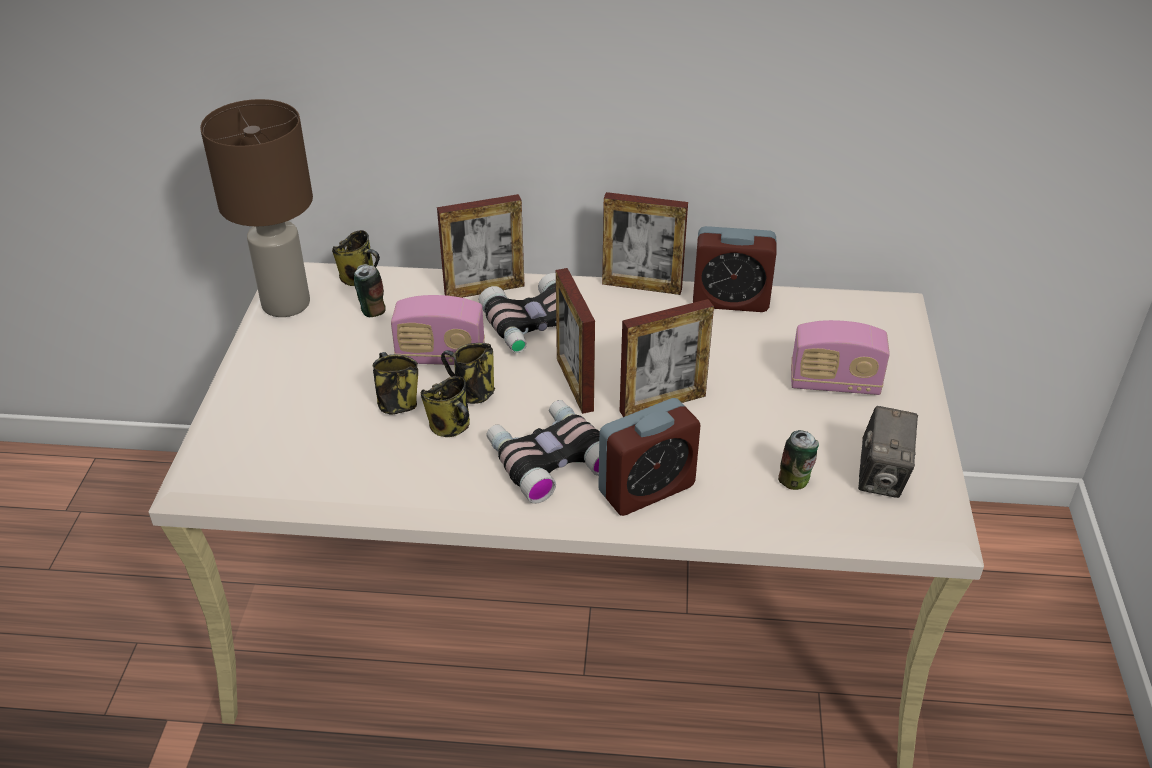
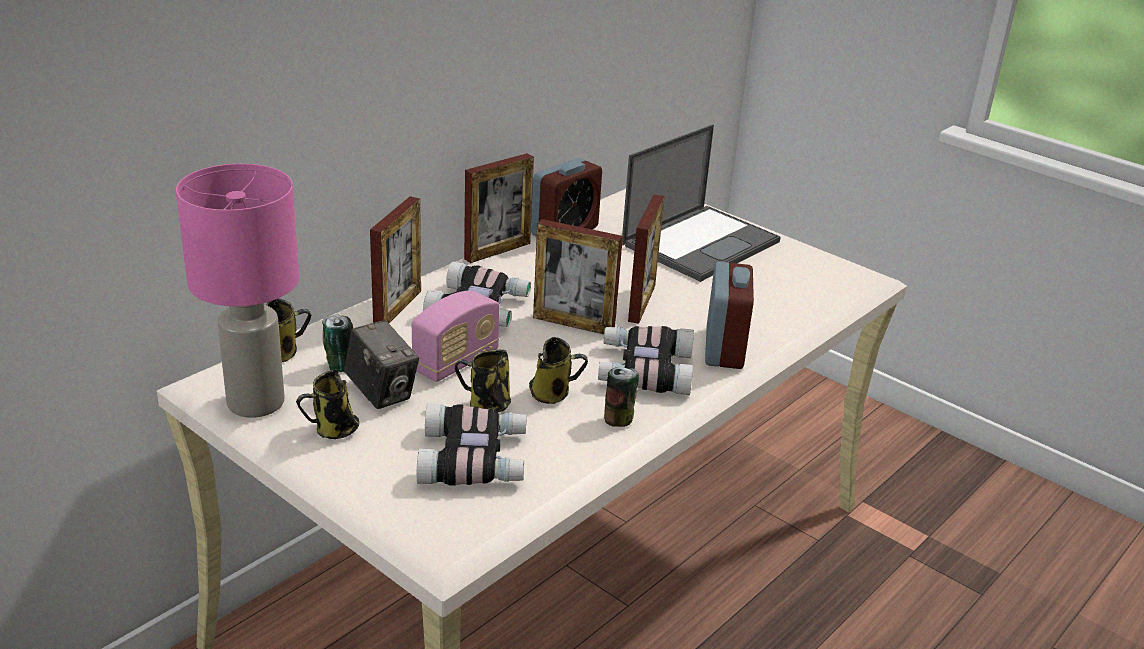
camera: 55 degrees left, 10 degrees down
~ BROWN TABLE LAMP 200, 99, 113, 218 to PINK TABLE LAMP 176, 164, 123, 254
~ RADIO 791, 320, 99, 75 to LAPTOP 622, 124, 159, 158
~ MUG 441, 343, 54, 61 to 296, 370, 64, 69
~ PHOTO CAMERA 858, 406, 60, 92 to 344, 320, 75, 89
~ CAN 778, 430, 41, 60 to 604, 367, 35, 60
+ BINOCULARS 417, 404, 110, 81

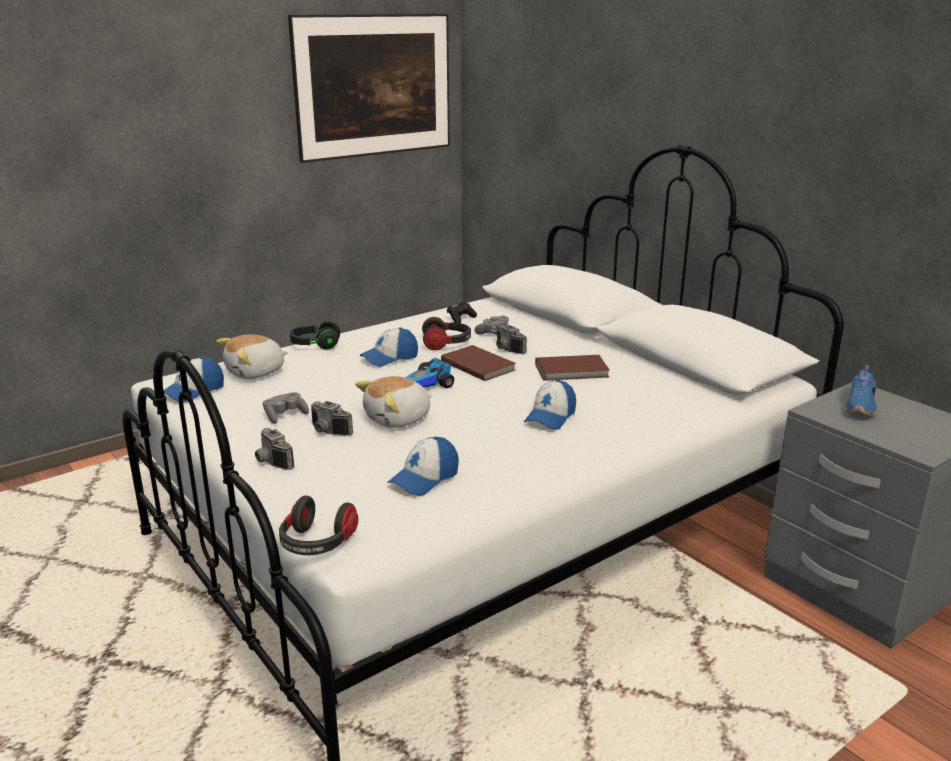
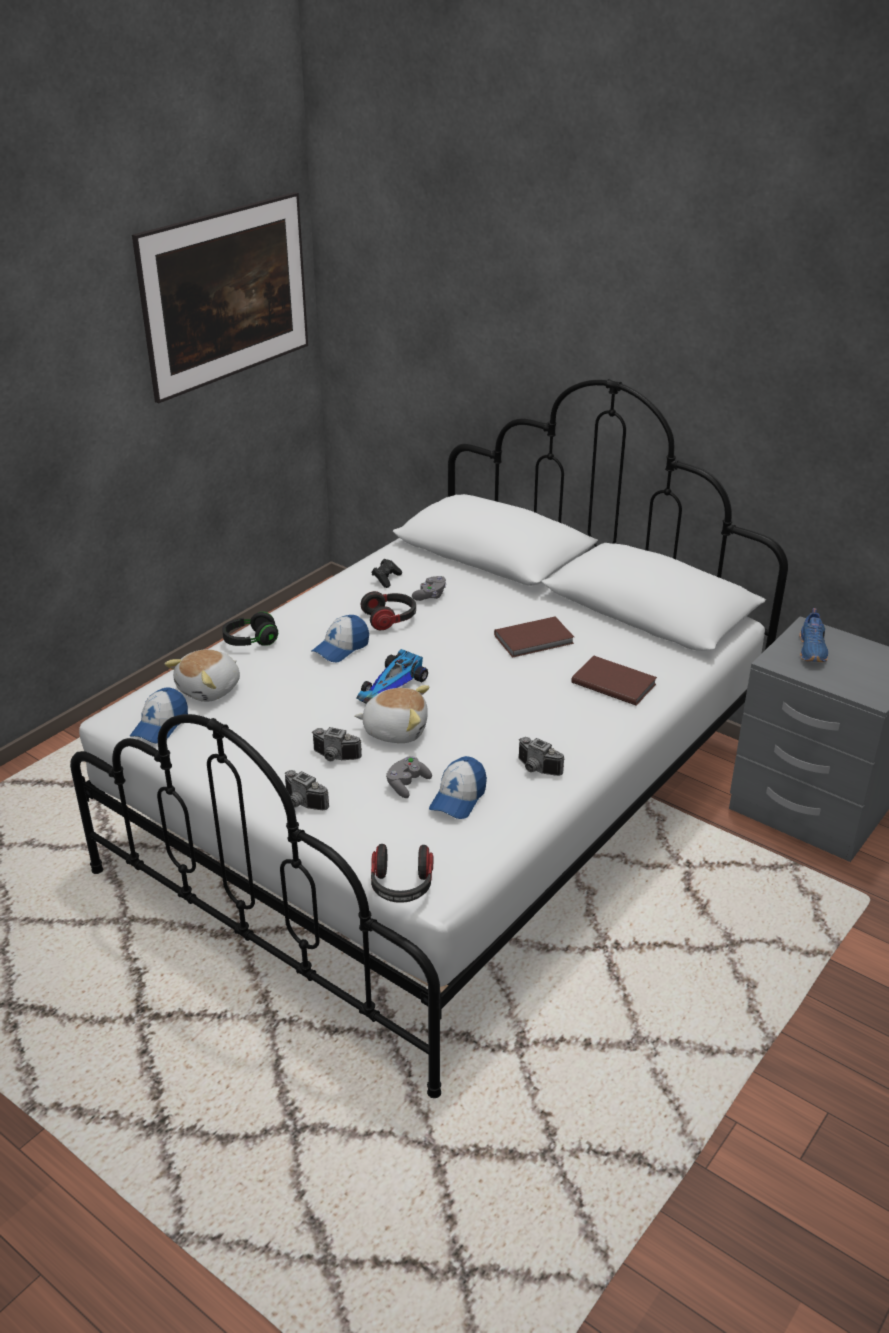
camera: 15 degrees left, 10 degrees up
~ PHOTO CAMERA 496, 325, 31, 29 to 519, 737, 45, 39
~ BROWN BOOK 441, 345, 75, 36 to 571, 656, 86, 50
~ PLUSH TOY 355, 376, 77, 52 = 354, 685, 75, 58 120 degrees counterclockwise
- CAP 524, 380, 52, 50
~ GREY GAME CONTROLLER 263, 392, 46, 32 to 386, 756, 46, 42

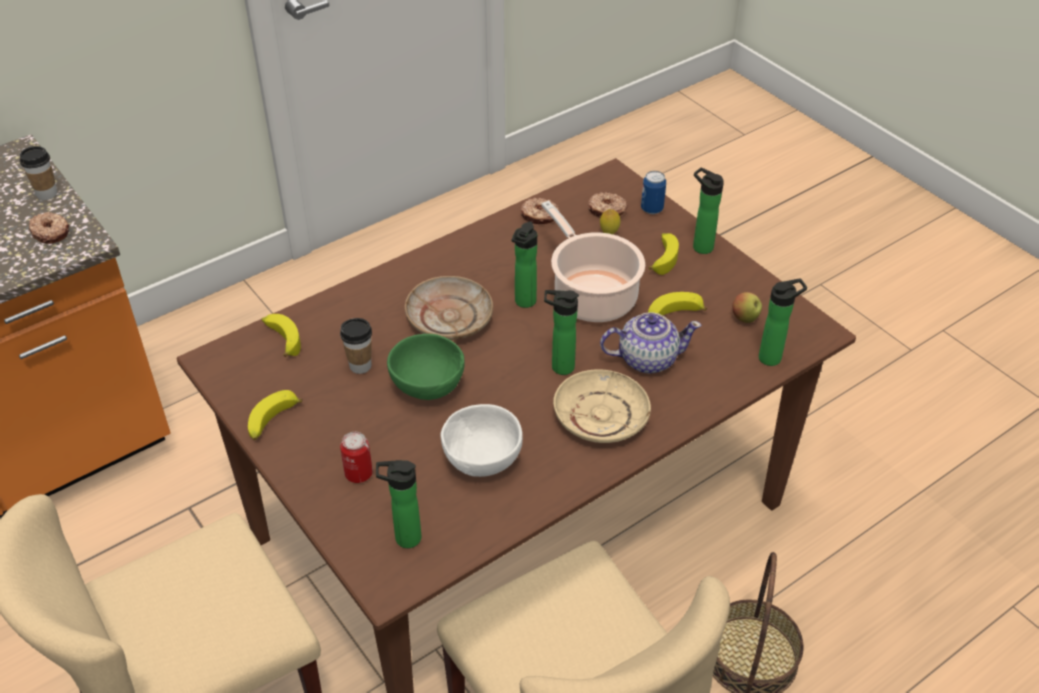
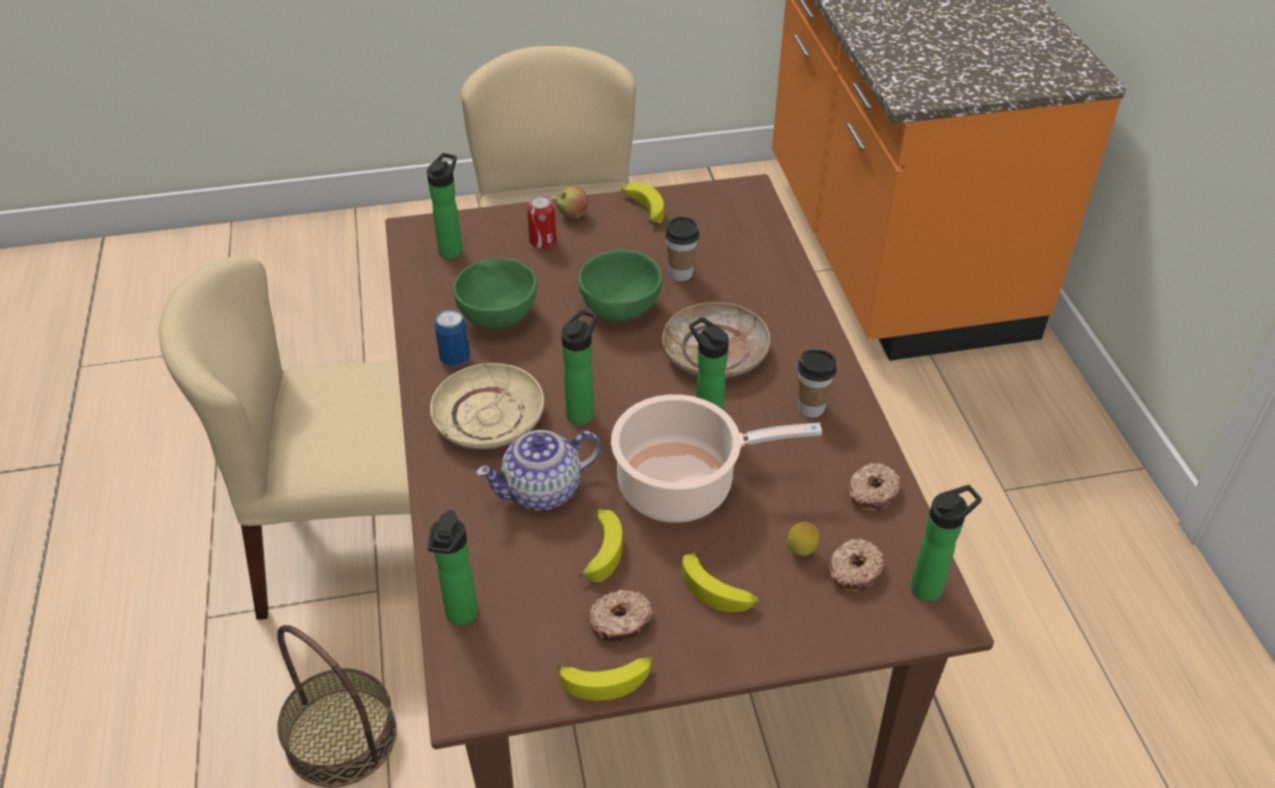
camera: 115 degrees right, 0 degrees up
~ CUP 20, 146, 37, 54 to 798, 349, 39, 69
~ BOTTLE 693, 167, 31, 87 to 911, 485, 71, 116
~ CAN 641, 171, 25, 43 to 435, 309, 35, 57
~ DONUT 29, 212, 40, 32 to 588, 590, 65, 52
~ APPLE 732, 292, 30, 31 to 556, 187, 32, 32
~ TEAPOT 600, 312, 101, 62 = 476, 430, 125, 81 45 degrees clockwise
~ BANANA 262, 314, 39, 43 to 556, 657, 96, 44
~ WHITE BOWL 441, 404, 82, 73 to GREEN BOWL 453, 258, 84, 71

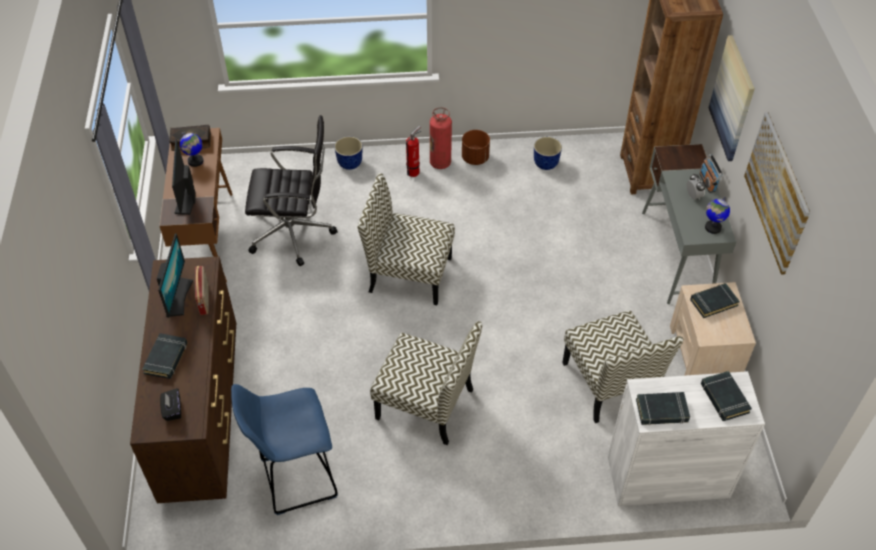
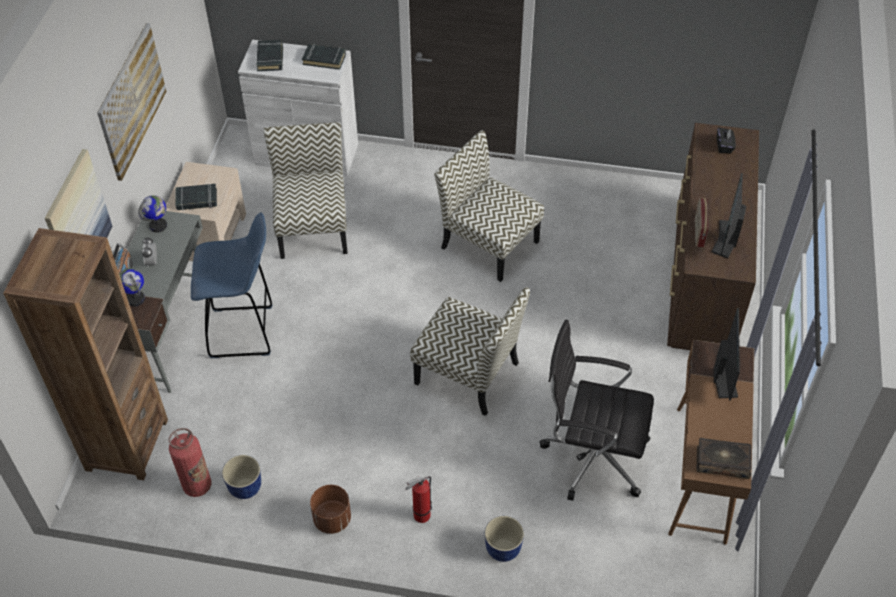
camera: 165 degrees left, 0 degrees up
~ FIRE EXTINGUISHER 430, 107, 22, 62 to 169, 428, 43, 69
~ GLOBE 180, 132, 23, 35 to 119, 268, 26, 38
- BLACK BOOK 142, 333, 45, 46
~ BLUE STOOL 231, 384, 107, 131 to 191, 212, 81, 146

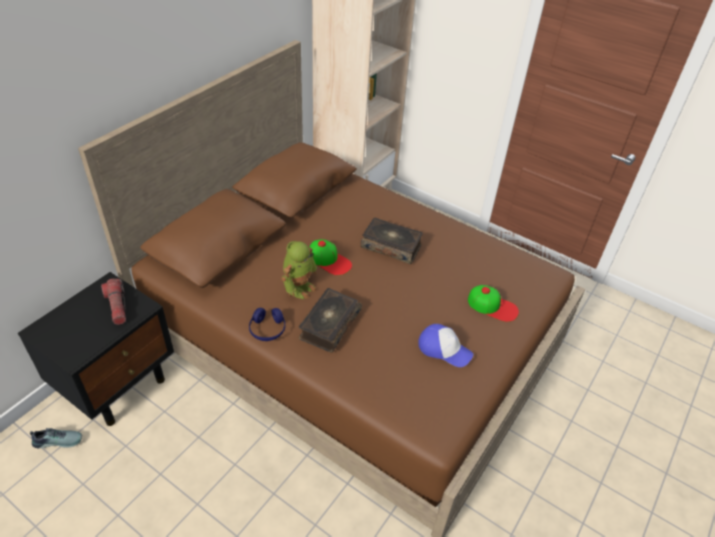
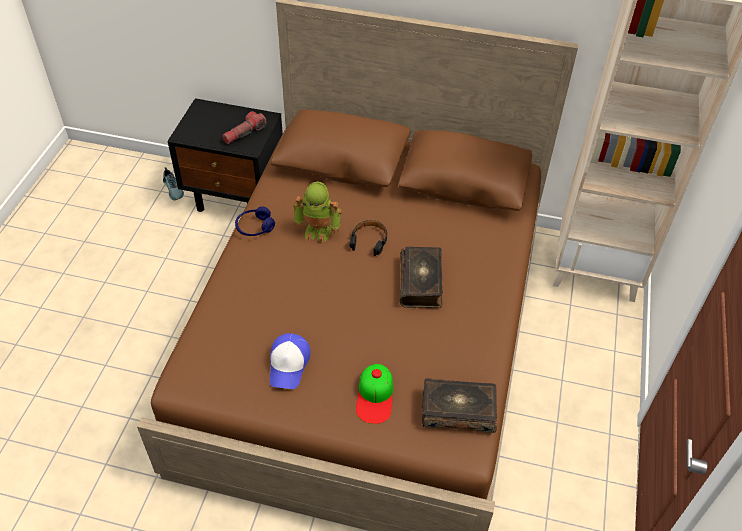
camera: 70 degrees right, 5 degrees up
~ CAP 310, 239, 42, 36 to BLACK HEADPHONES 350, 220, 37, 36
~ BOOK 298, 288, 64, 65 to 422, 378, 75, 55

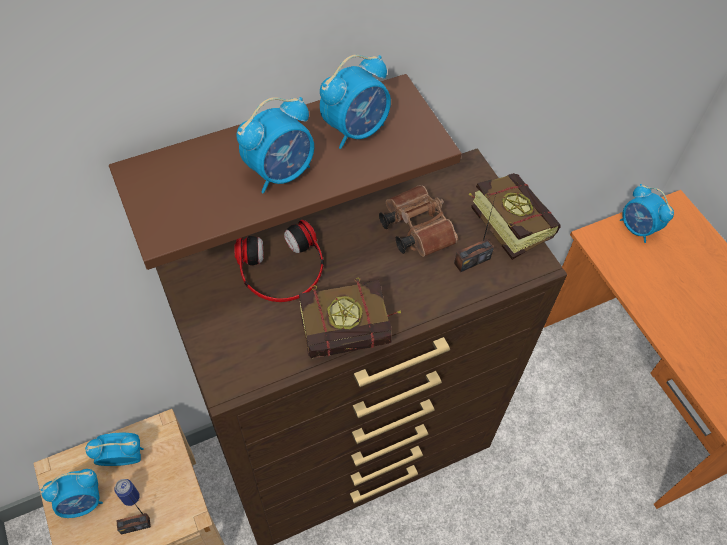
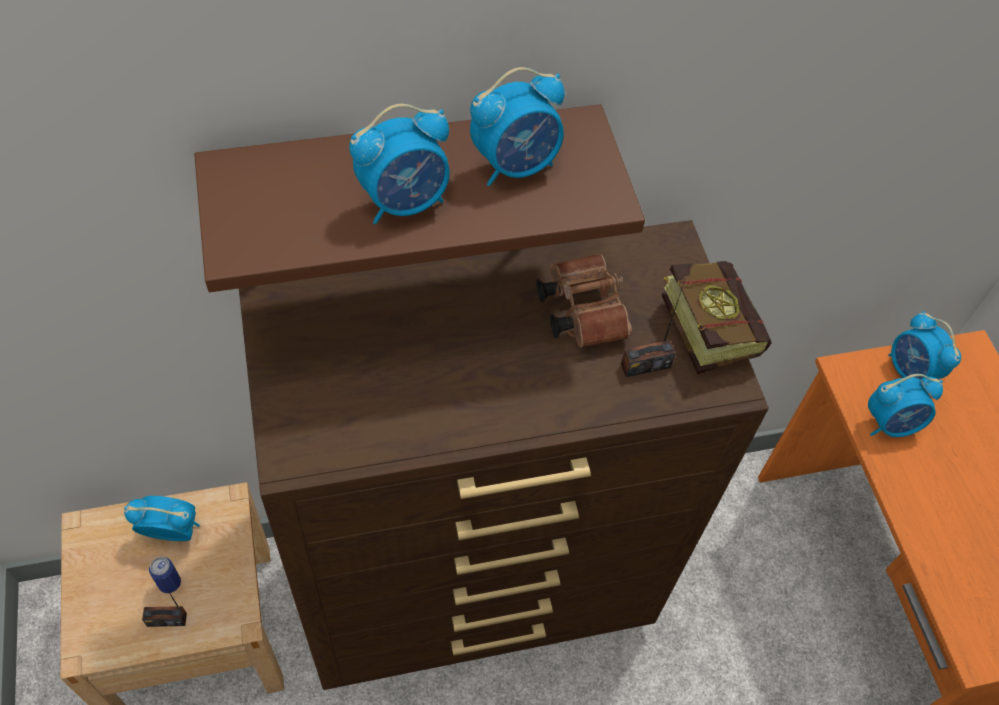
camera: 10 degrees right, 0 degrees up
- HEADPHONES 234, 220, 90, 82
- BOOK 299, 278, 102, 81
~ ALARM CLOCK 41, 469, 62, 49 to 868, 374, 75, 63

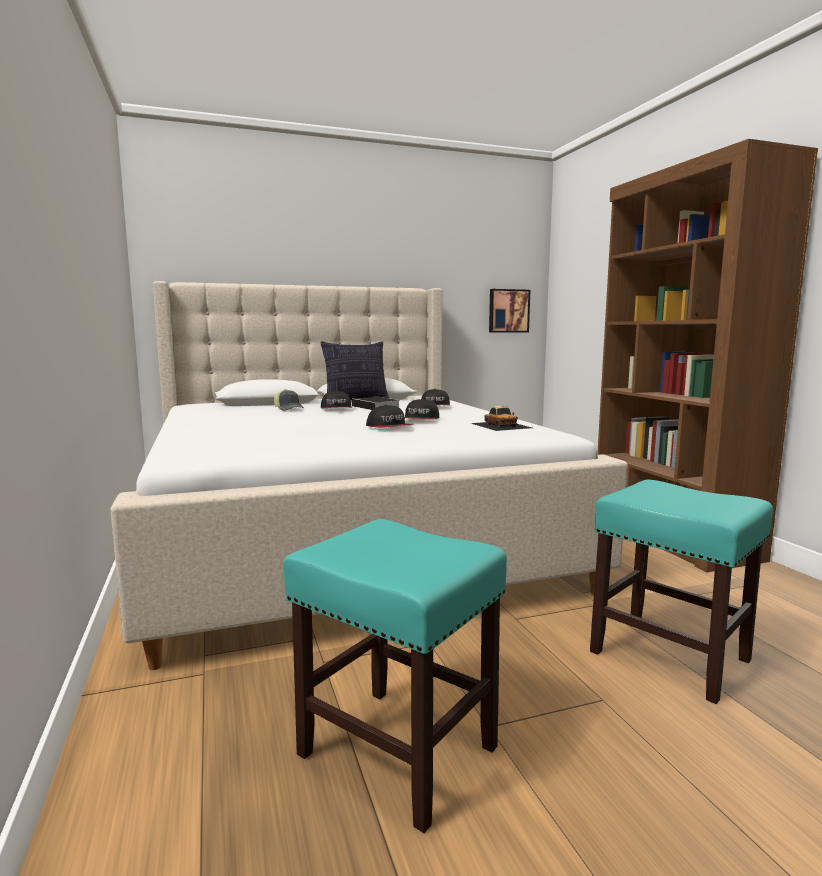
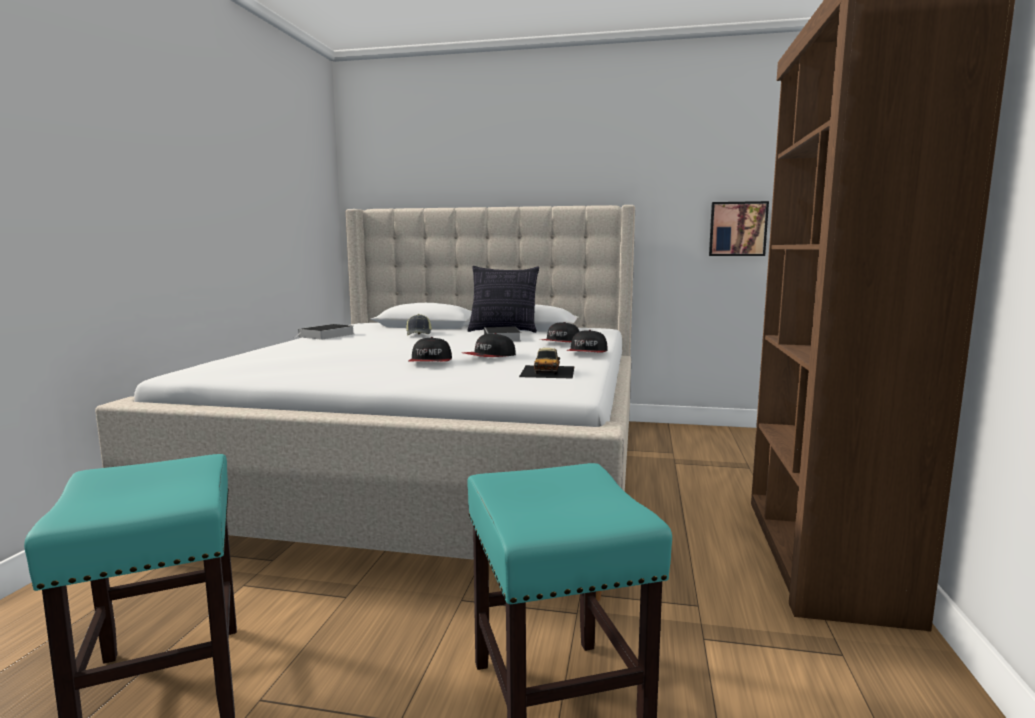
camera: 30 degrees right, 0 degrees up
~ CAP 321, 391, 32, 18 to 566, 330, 42, 23
+ BOOK 296, 324, 57, 16

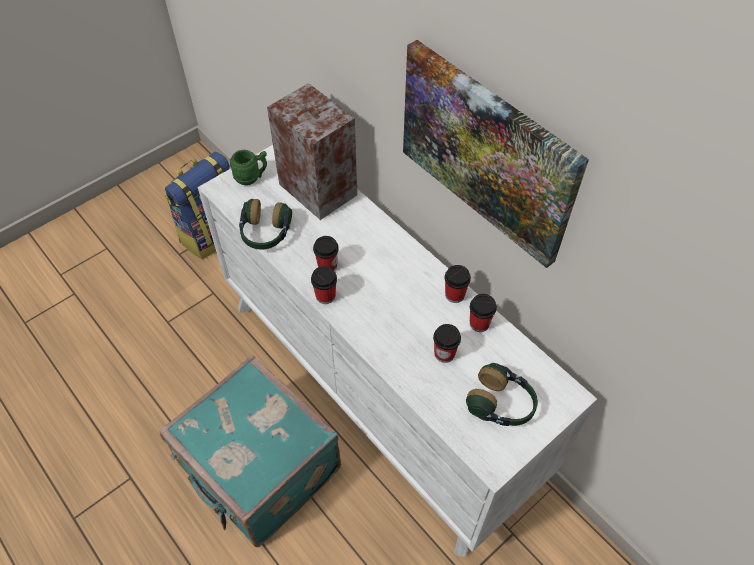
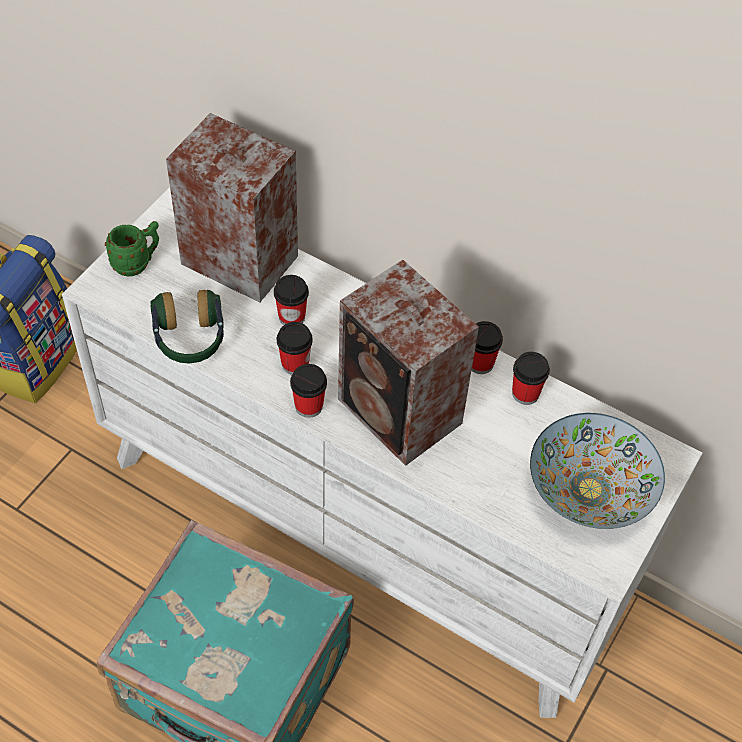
camera: 20 degrees left, 0 degrees up
- PICTURE 403, 40, 186, 228
~ CUP 433, 324, 28, 39 to 274, 275, 35, 50
~ HEADPHONES 466, 363, 72, 63 to BOWL 530, 413, 135, 116
+ SPEAKER 338, 260, 141, 206

